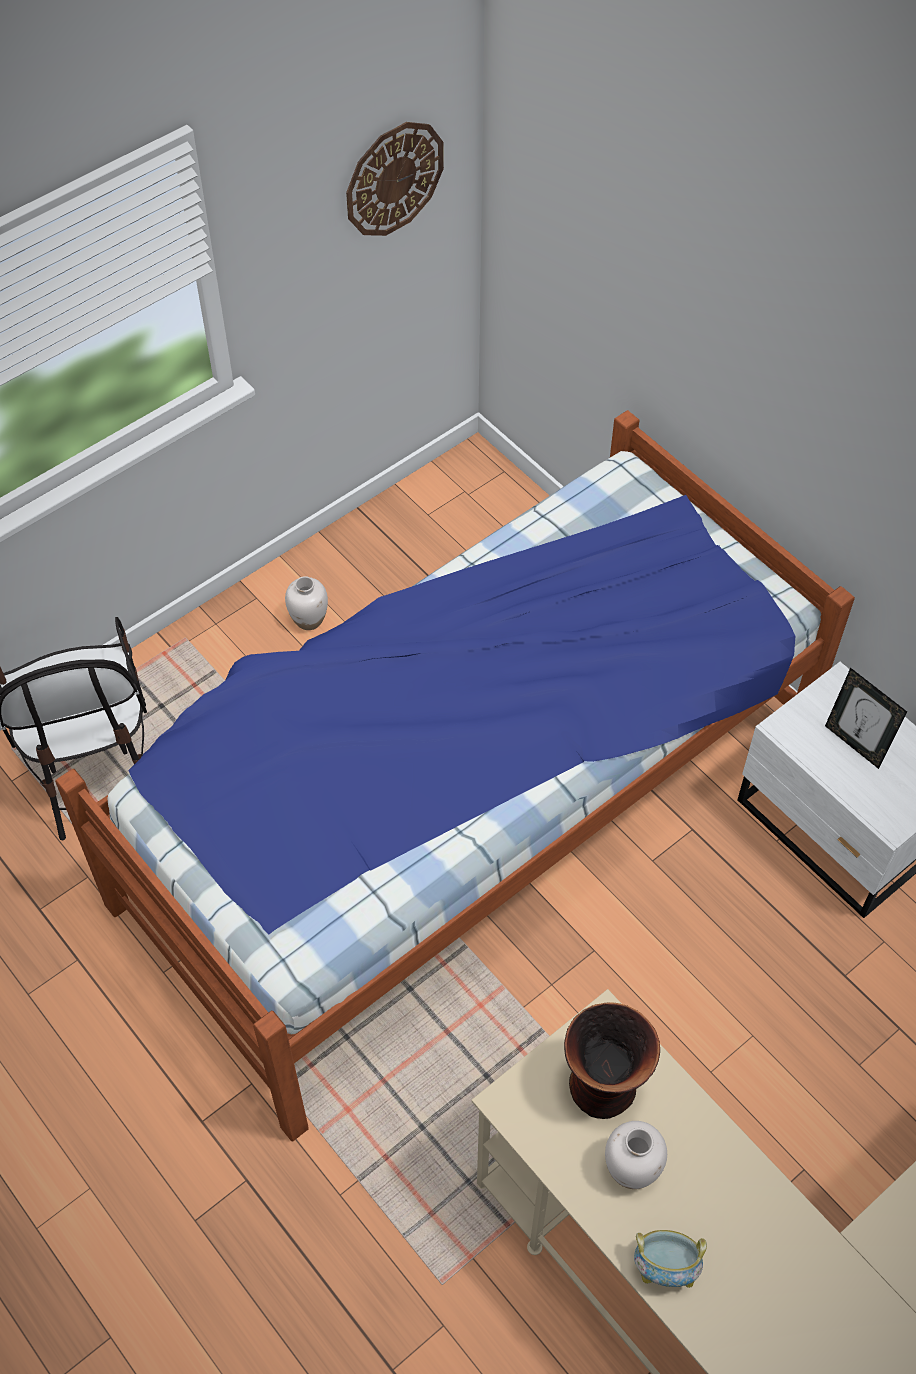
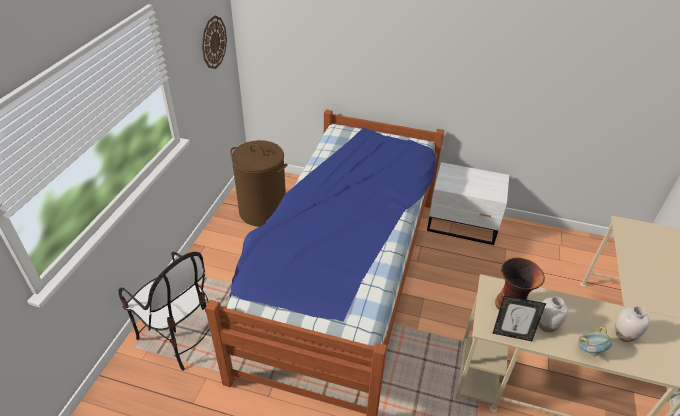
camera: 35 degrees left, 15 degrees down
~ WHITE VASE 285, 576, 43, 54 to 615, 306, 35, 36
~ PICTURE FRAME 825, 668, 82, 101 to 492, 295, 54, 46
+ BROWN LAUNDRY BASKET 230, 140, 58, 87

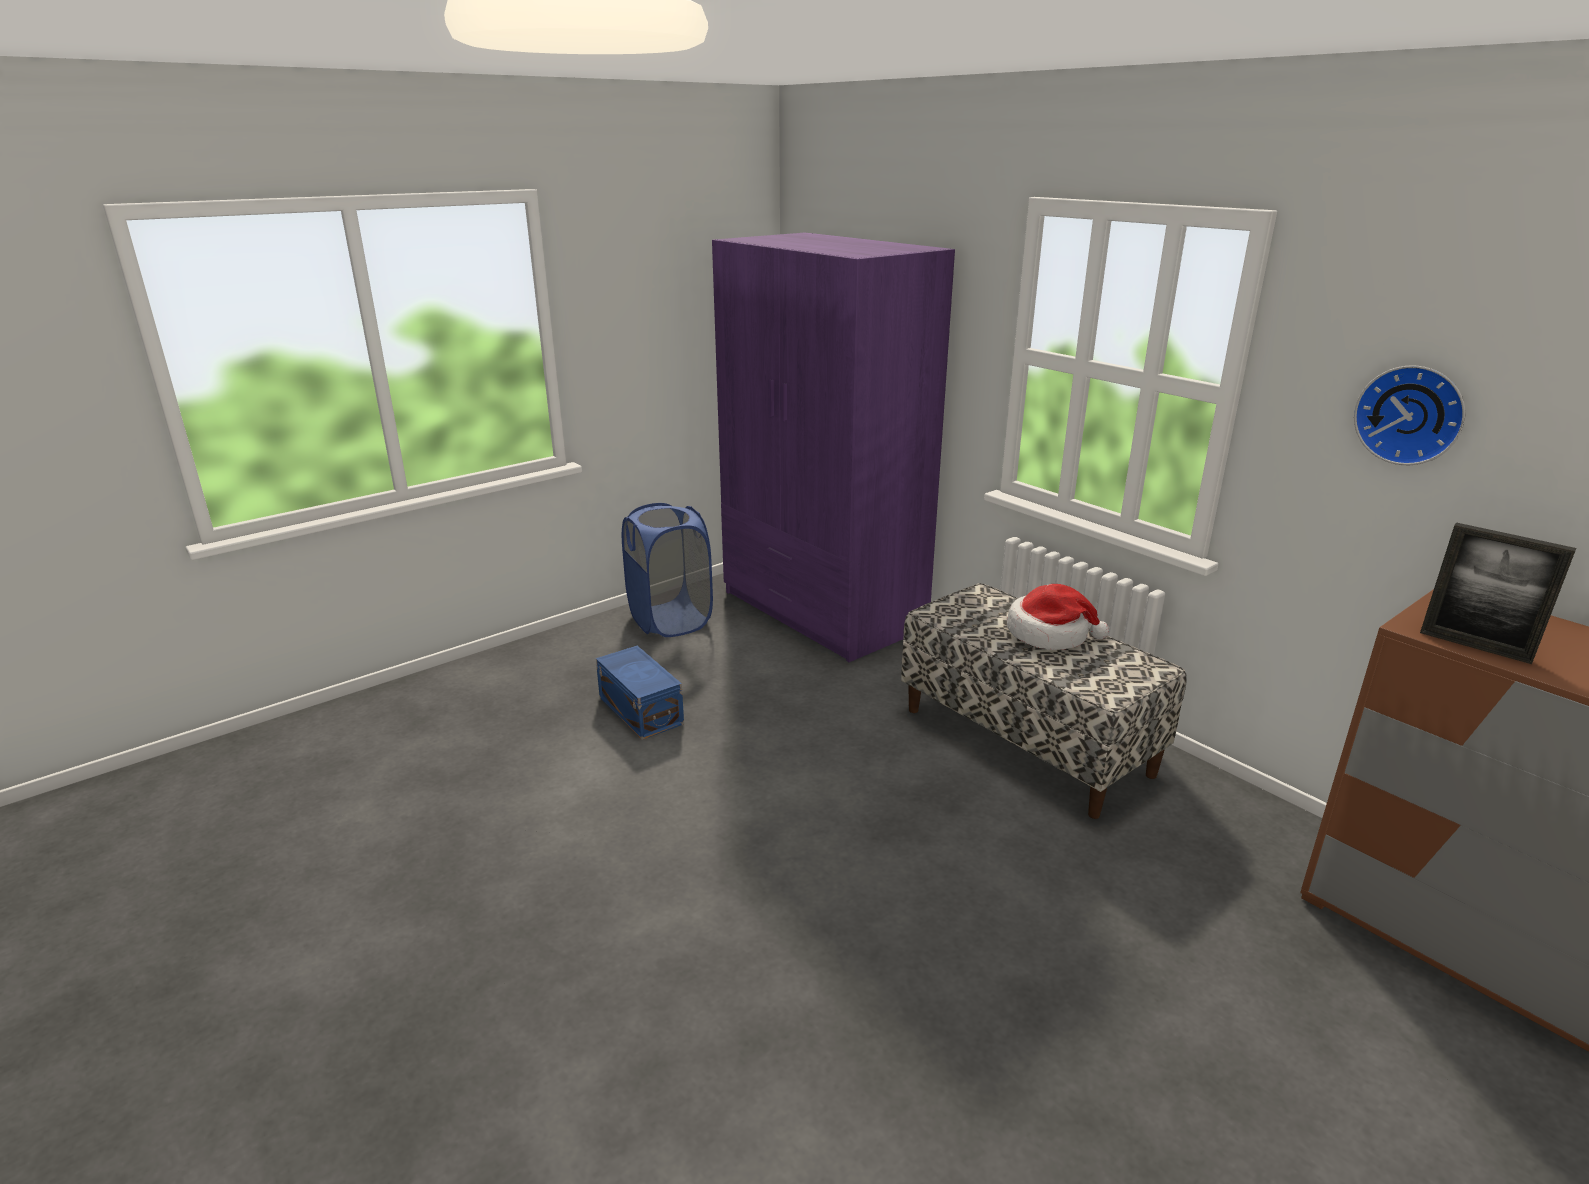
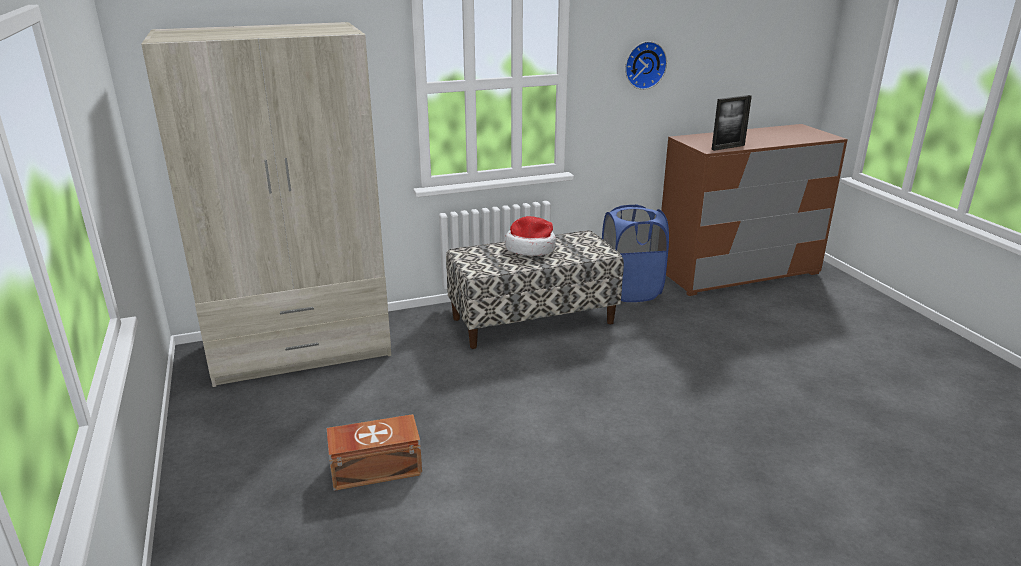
camera: 70 degrees left, 0 degrees up
~ PURPLE WARDROBE 712, 233, 243, 429 to BEIGE WARDROBE 141, 22, 250, 365
~ BLUE LAUNDRY BASKET 622, 503, 91, 134 to 602, 204, 67, 98
~ BLUE STORAGE BOX 596, 646, 88, 94 to BROWN STORAGE BOX 327, 414, 95, 77

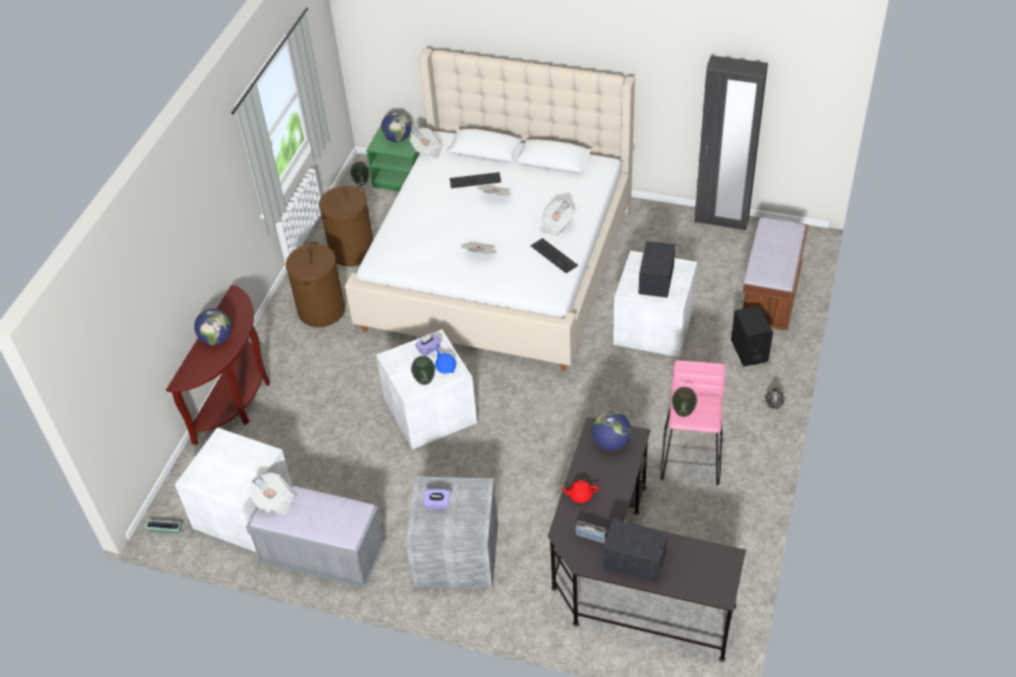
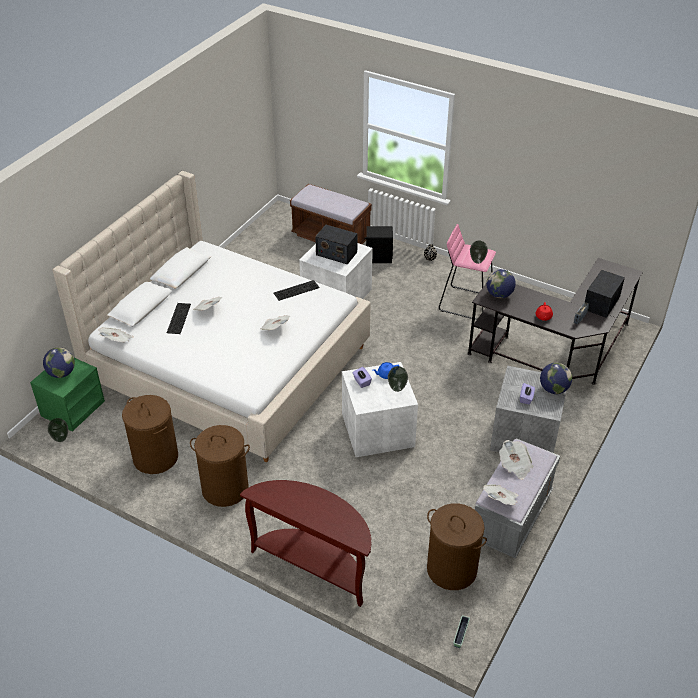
camera: 80 degrees left, 5 degrees down
- BLACK WARDROBE 694, 55, 74, 176
~ NEWSPAPER 539, 200, 35, 36 to 499, 440, 35, 40
~ GLOBE 194, 309, 38, 36 to 540, 363, 32, 31
~ WHITE STORAGE BOX 175, 427, 118, 126 to BROWN LAUNDRY BASKET 427, 503, 60, 87

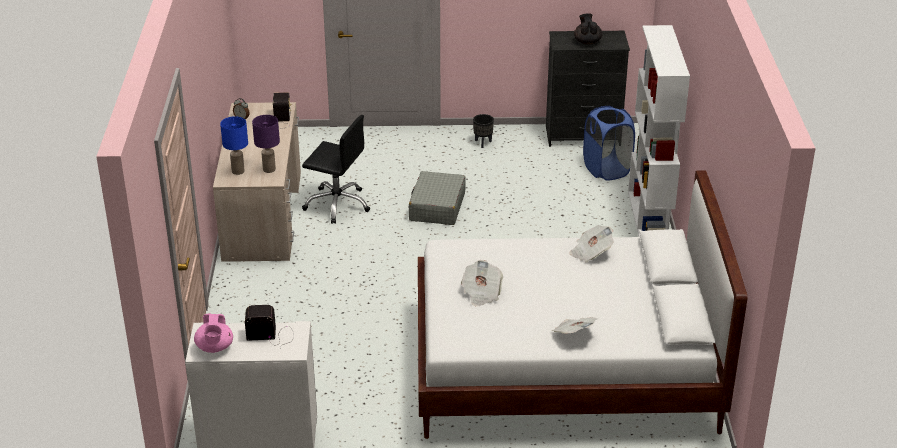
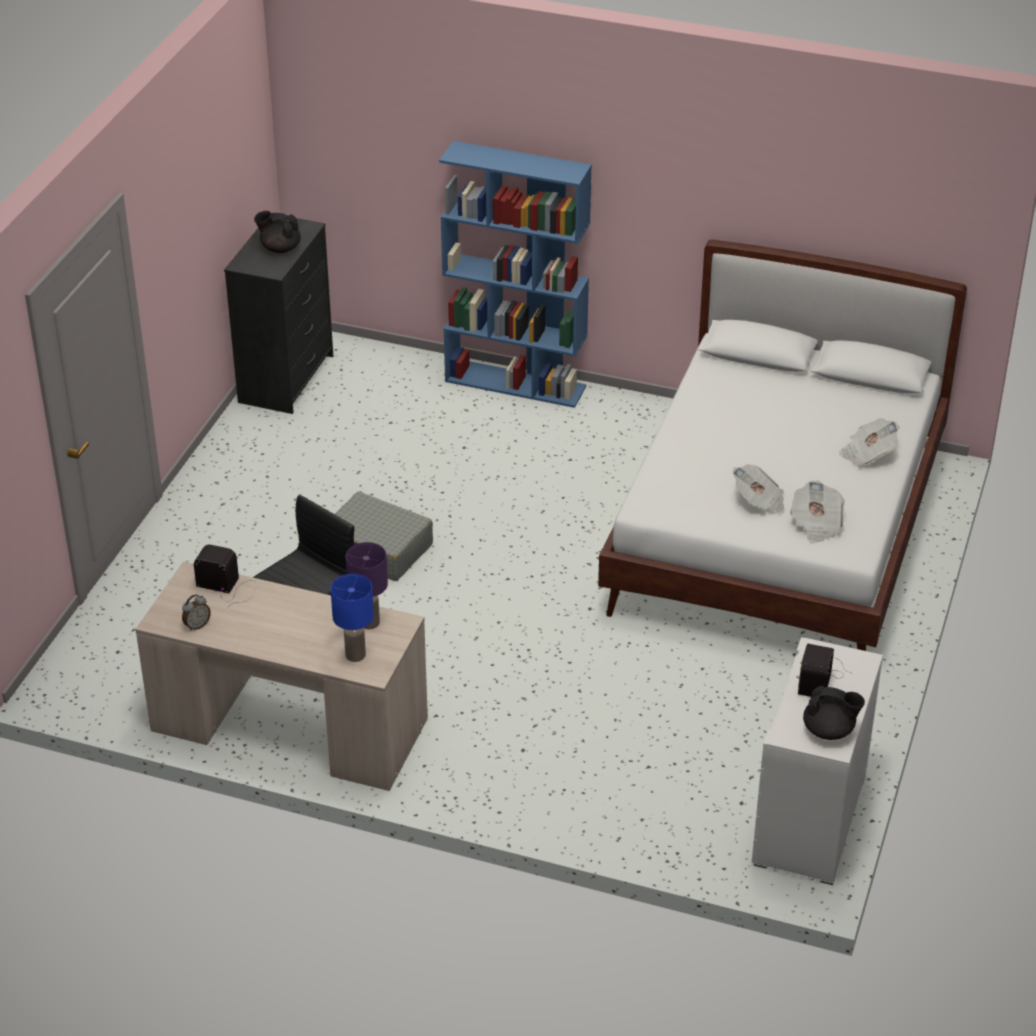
camera: 70 degrees left, 5 degrees up
~ WHITE BOOKCASE 628, 25, 62, 212 to BLUE BOOKCASE 439, 141, 153, 267
- BLUE LAUNDRY BASKET 583, 106, 52, 75
- BLACK PLANTER 473, 114, 21, 34
~ NEWSPAPER 569, 225, 45, 38 to 790, 480, 55, 63
~ PINK TEAPOT 194, 313, 39, 40 to BLACK TEAPOT 803, 686, 62, 54

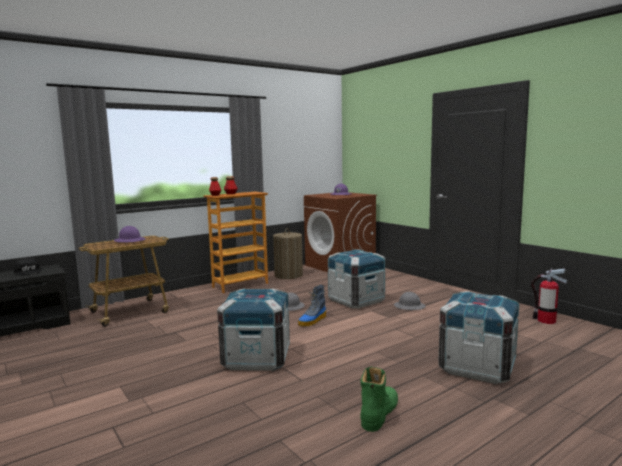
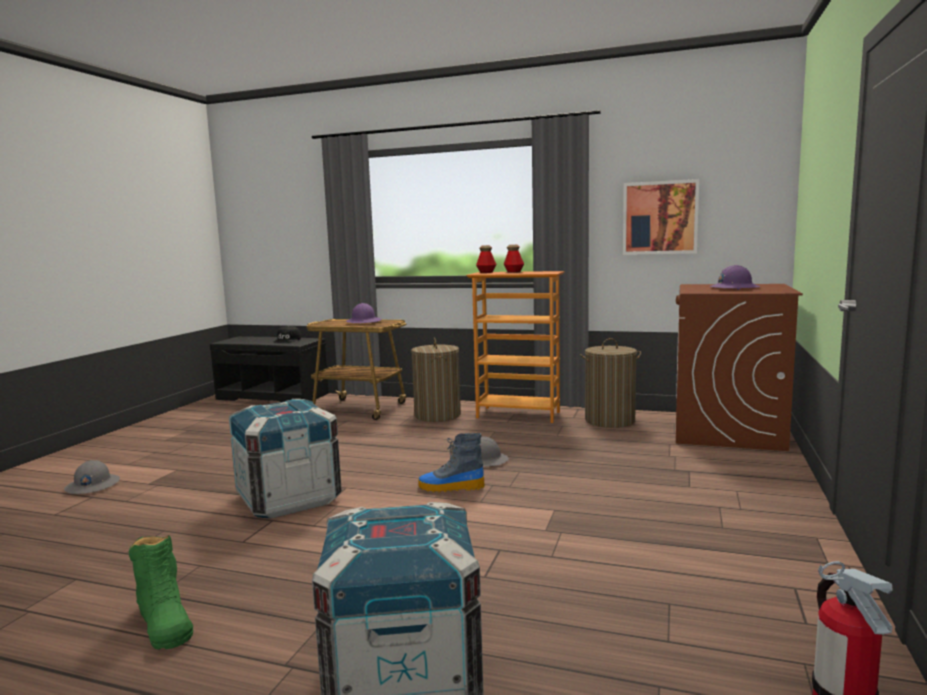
camera: 55 degrees right, 0 degrees up
- CRATE 328, 249, 57, 59
~ GREY HARD HAT 394, 292, 32, 18 to 64, 460, 56, 34
~ GREEN BOOT 360, 367, 38, 65 = 129, 535, 64, 115 60 degrees clockwise
+ PICTURE 623, 179, 76, 76
+ LAUNDRY BASKET 411, 337, 50, 85

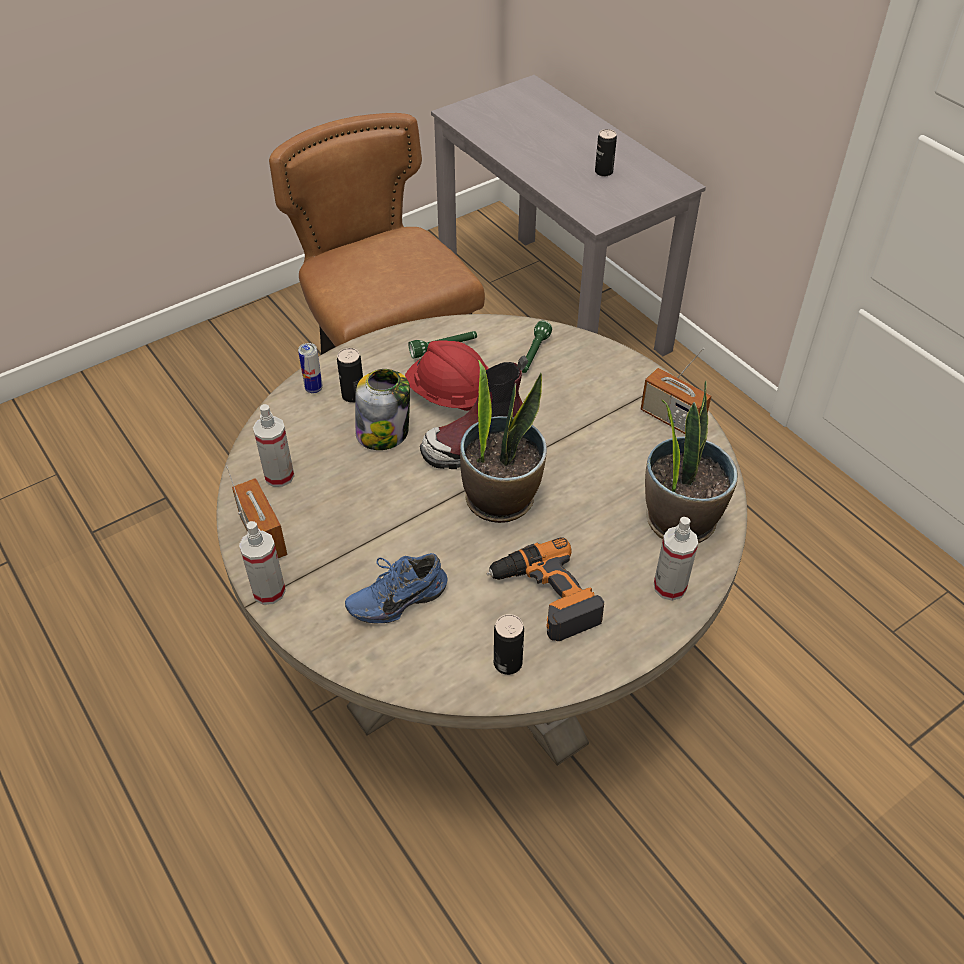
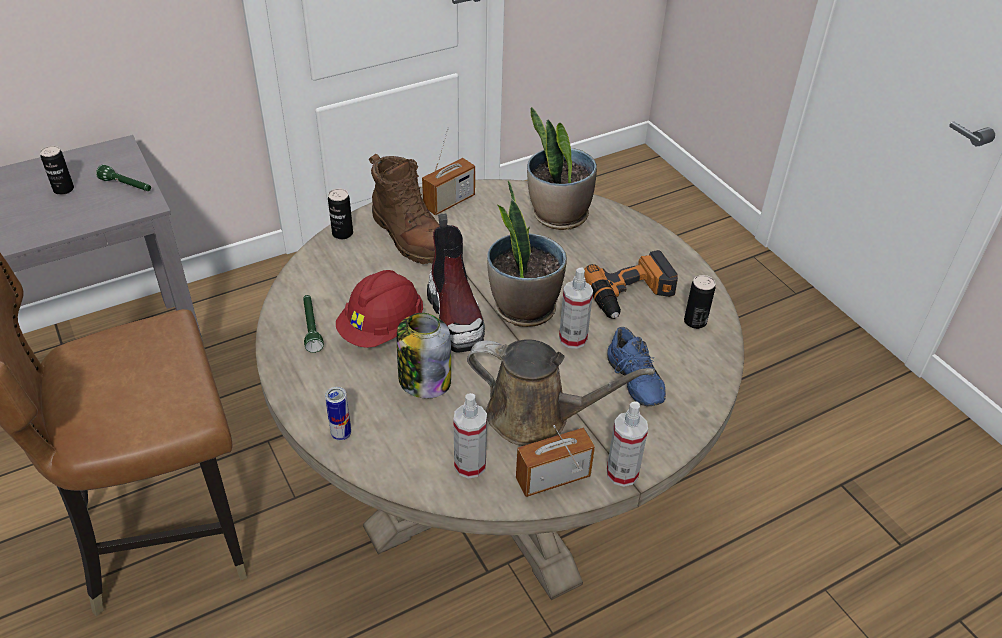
camera: 85 degrees left, 5 degrees down
~ GREEN FLASHLIGHT 522, 321, 30, 52 to 96, 165, 55, 26
~ CAN 337, 348, 26, 55 to 328, 188, 25, 51
~ SPRAY BOTTLE 654, 517, 44, 84 to 559, 268, 34, 81
+ BROWN BOOT 369, 154, 71, 110
+ BROWN WATERING CAN 467, 339, 188, 107

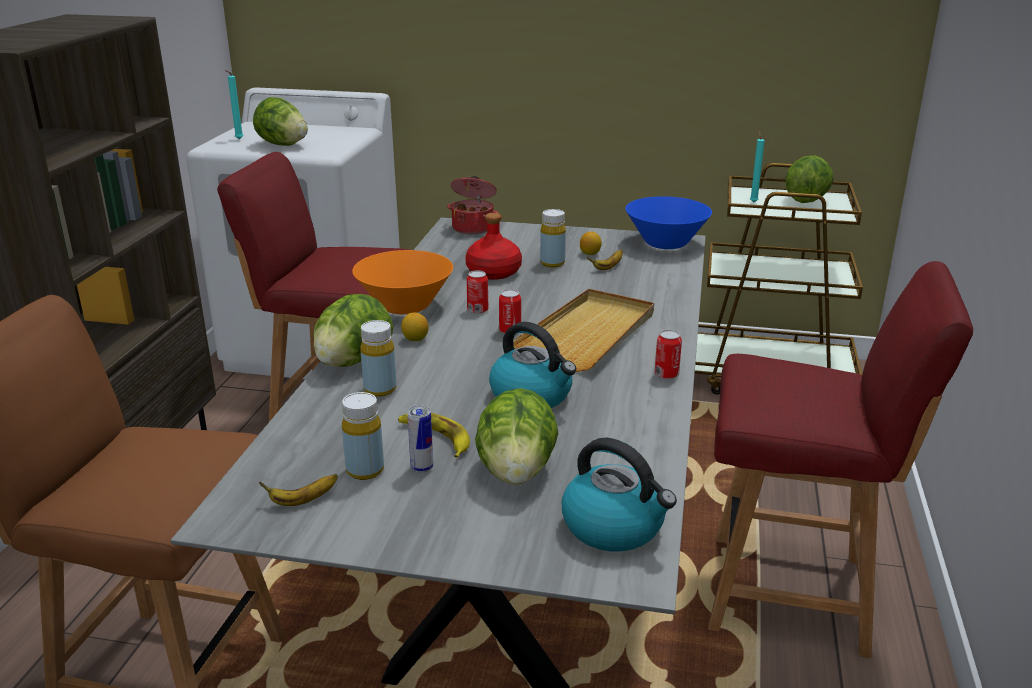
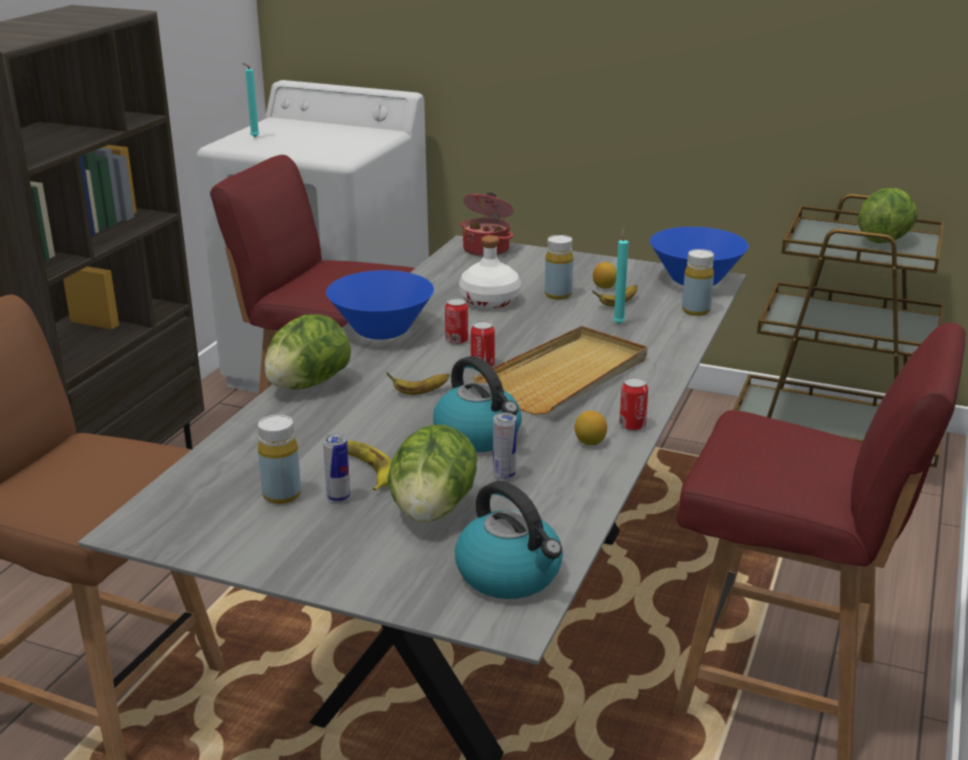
camera: 10 degrees right, 0 degrees up
- LETTUCE 253, 97, 55, 49
~ TURQUOISE CANDLE 750, 131, 15, 72 to 613, 229, 16, 95
~ RED BOTTLE 465, 213, 57, 67 to WHITE BOTTLE 459, 235, 62, 74
~ ORANGE BOWL 352, 250, 101, 64 to BLUE BOWL 326, 270, 108, 70
~ LEMON 401, 313, 28, 28 to 574, 410, 33, 35
~ YELLOW BOTTLE 360, 320, 37, 77 to 682, 249, 32, 67
~ BANANA 259, 474, 79, 32 to 386, 372, 64, 23
+ CAN 493, 412, 24, 68

